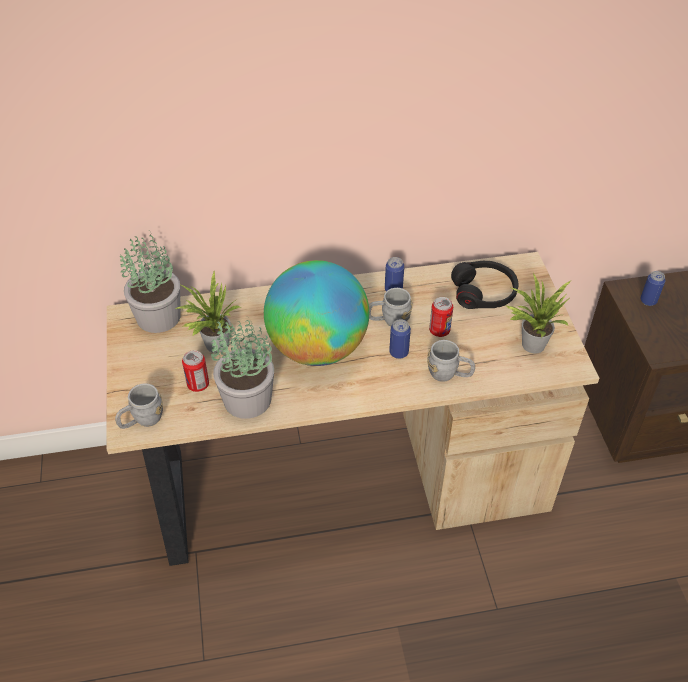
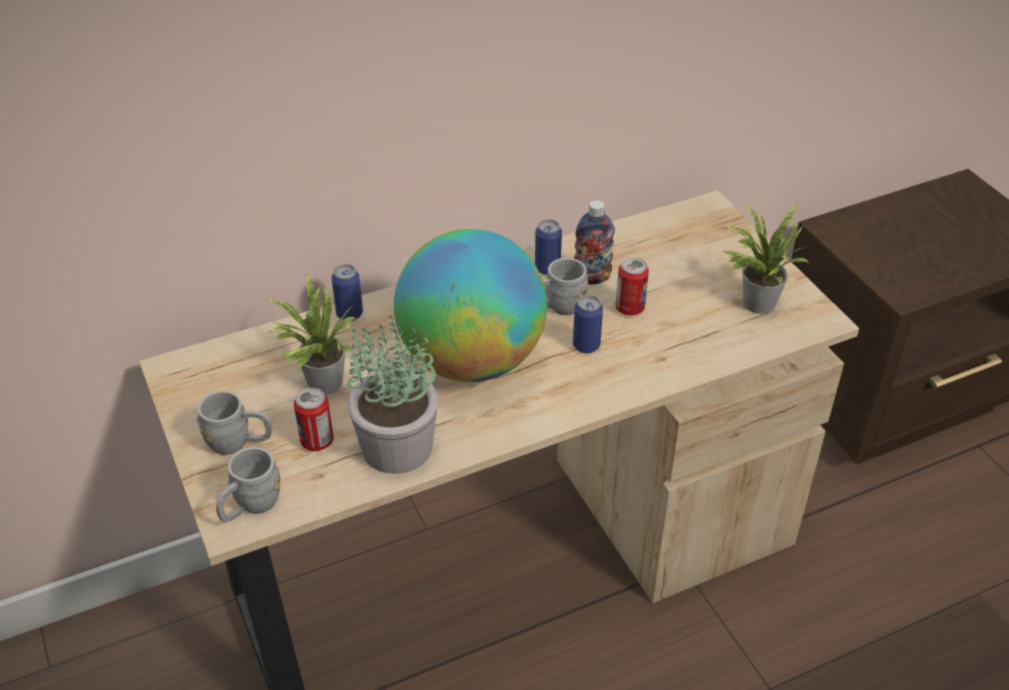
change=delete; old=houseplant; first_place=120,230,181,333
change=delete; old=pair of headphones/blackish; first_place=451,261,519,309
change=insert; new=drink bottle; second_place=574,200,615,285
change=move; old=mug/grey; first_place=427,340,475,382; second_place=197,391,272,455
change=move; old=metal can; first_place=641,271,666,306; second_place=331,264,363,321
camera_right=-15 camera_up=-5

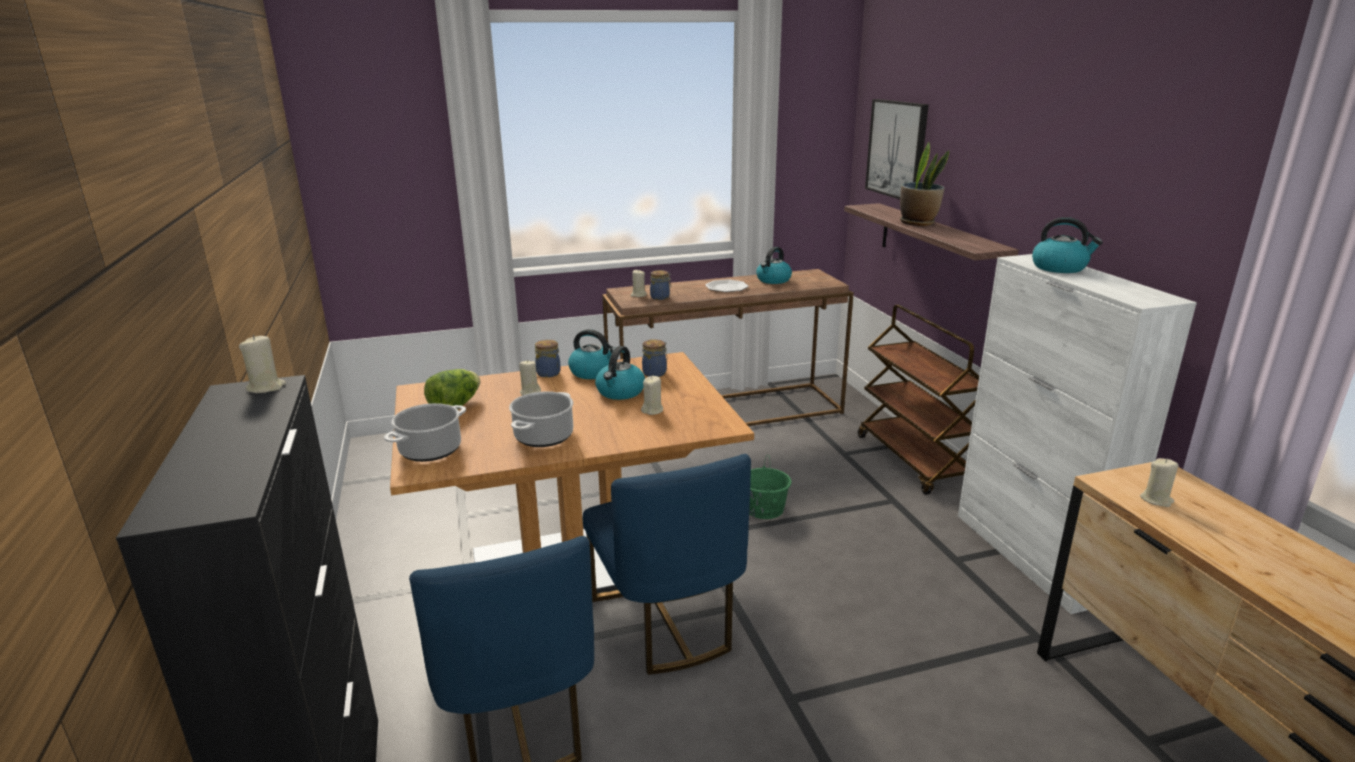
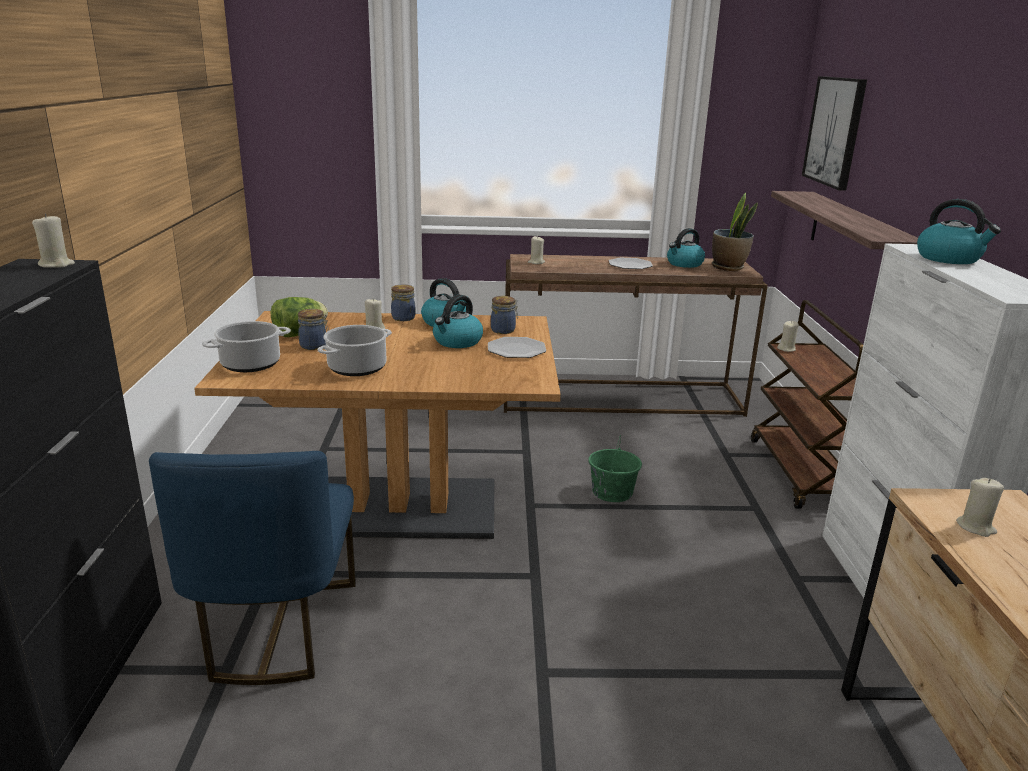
change=delete; old=upright chair/bluish; first_place=583,454,751,675
change=insert; new=flat dish; second_place=488,337,546,358
change=move; old=wax candle/beige; first_place=641,376,663,415; second_place=777,321,799,352
change=move; old=jar; first_place=650,270,672,300; second_place=298,309,329,350
change=move; old=houseplant; first_place=900,142,949,226; second_place=712,193,758,271
camera_right=15 camera_up=0

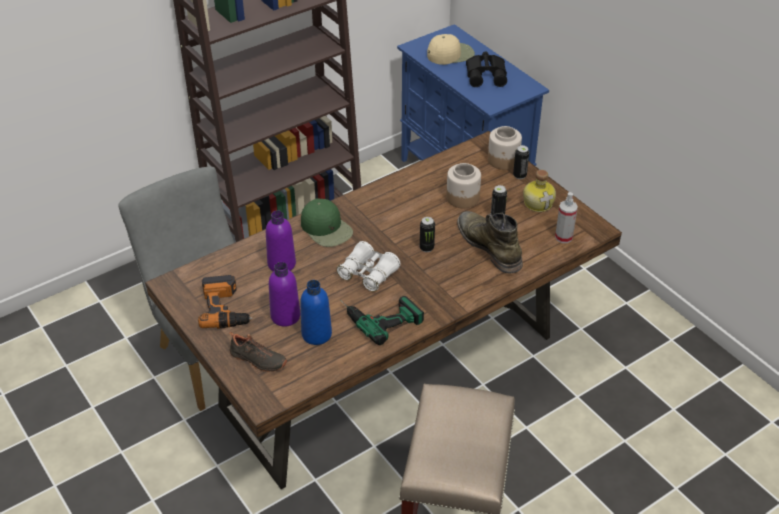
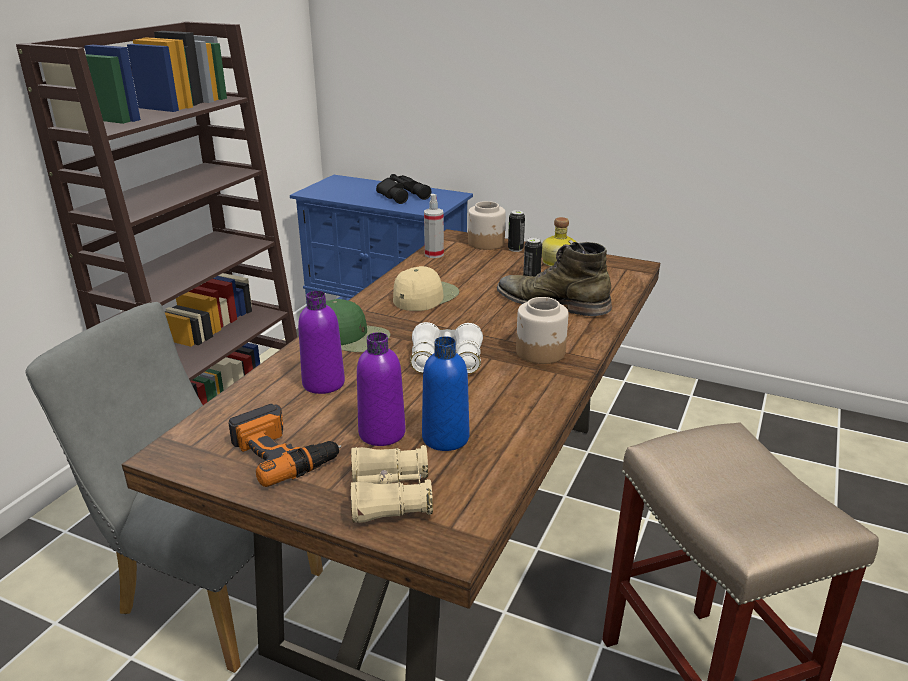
change=delete; old=power drill; first_place=340,296,424,345
change=delete; old=metal can; first_place=420,217,435,252
change=move; old=baseball cap/beige; first_place=427,34,475,65; second_place=393,266,459,311
change=move; old=jar; first_place=446,163,481,208; second_place=516,297,568,364
change=move; old=hand sprayer; first_place=555,192,578,243; second_place=424,194,444,258
change=replace; old=low shoe/blackish; new=field glasses/beige; first_place=229,332,287,372; second_place=351,445,433,523
camera_right=-30 camera_up=-15

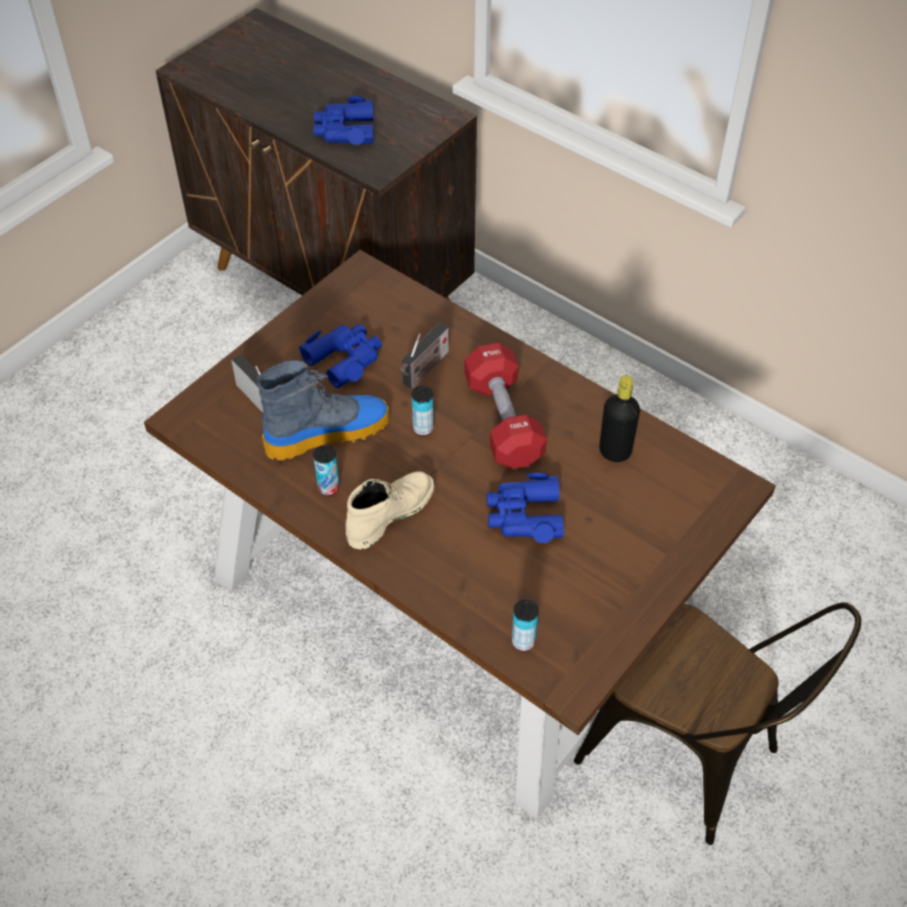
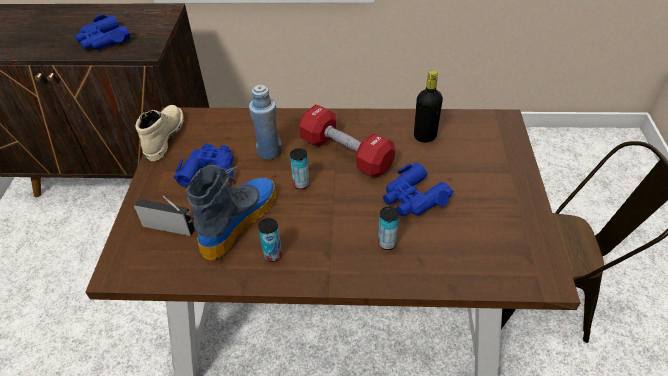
change=move; old=high-top boot/beige; first_place=345,471,435,549; second_place=135,105,184,161
change=move; old=metal can; first_place=512,599,539,651; second_place=378,207,399,250
change=replace; old=radio receiver; new=drink bottle/bluish; first_place=401,322,449,389; second_place=249,84,282,159
camera_right=-35 camera_up=-5

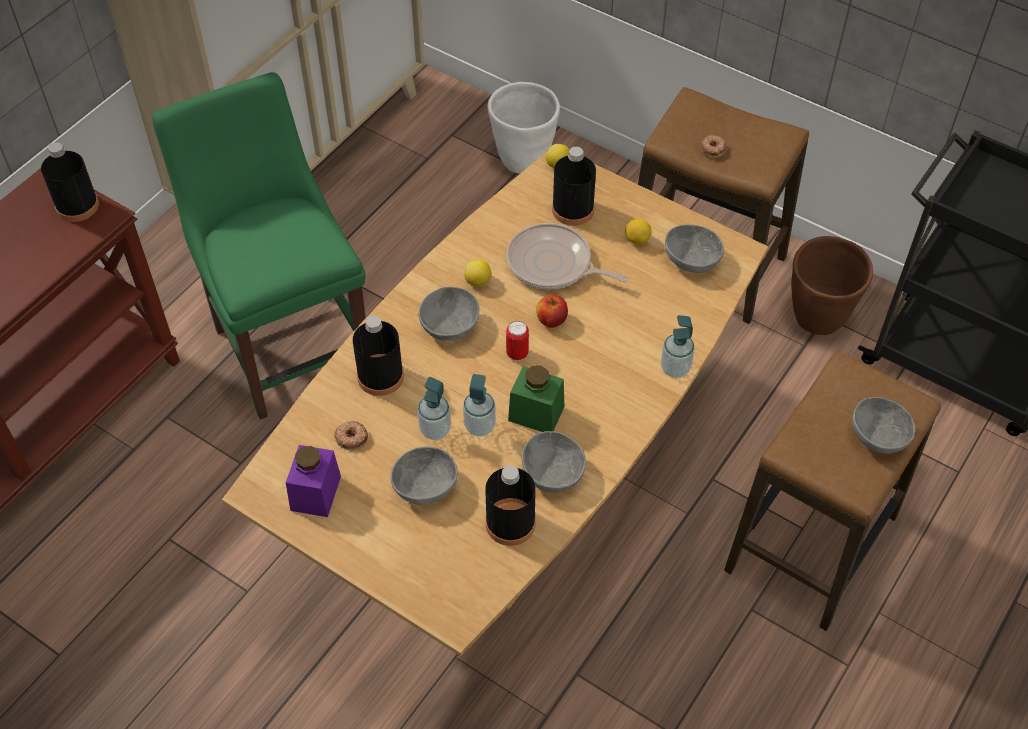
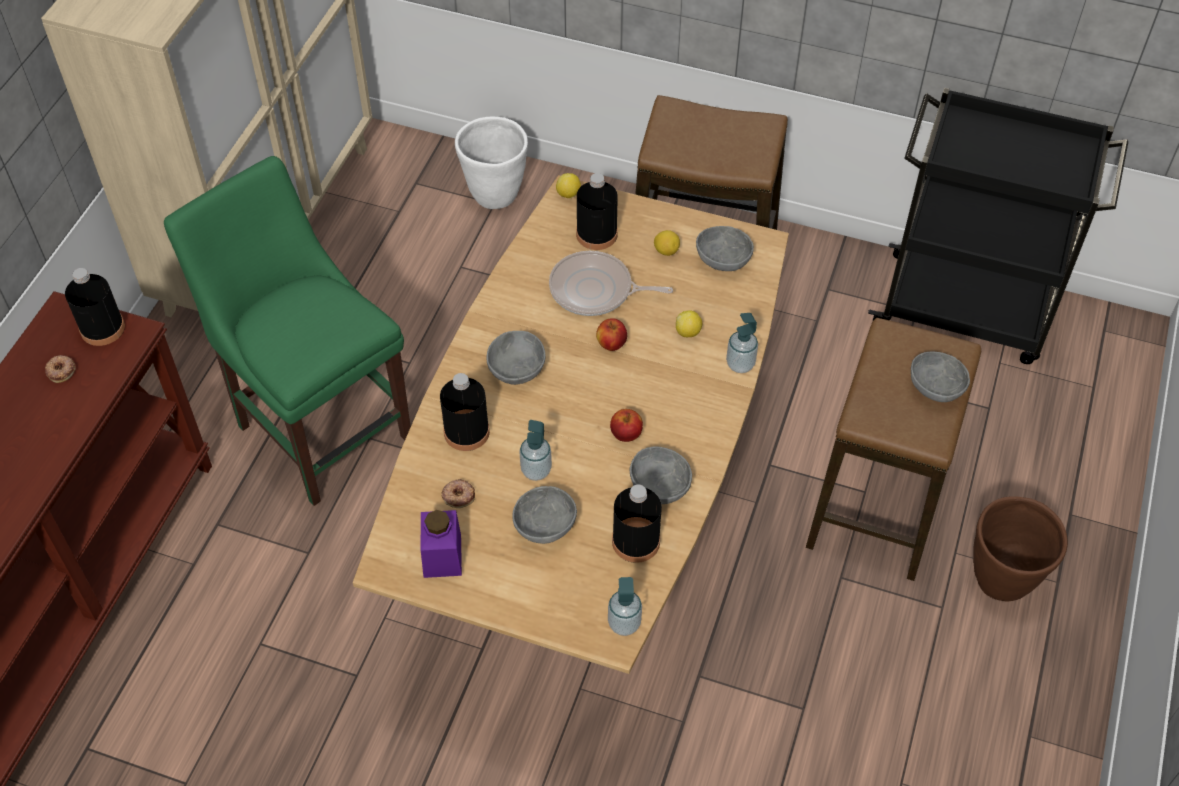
change=delete; old=metal can; first_place=506,321,529,361
change=move; old=soap dispenser; first_place=463,374,496,436; second_place=608,577,642,636
change=move; old=whole lemon; first_place=464,259,492,286; second_place=676,310,702,337
change=move; old=ring doughnut; first_place=701,135,727,158; second_place=45,355,76,383
change=move; old=flower pot/brown; first_place=791,236,873,335; second_place=973,496,1068,602
change=replace; old=jar/greenish; new=apple fruit; first_place=508,366,564,432; second_place=610,409,643,442
camera_right=-15 camera_up=0

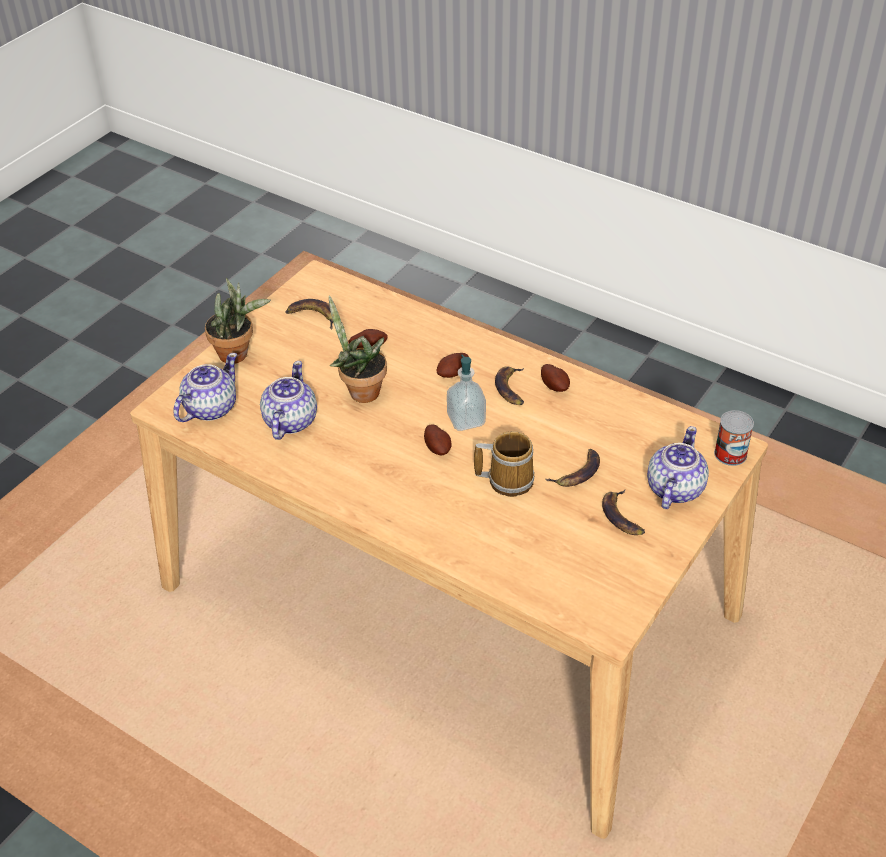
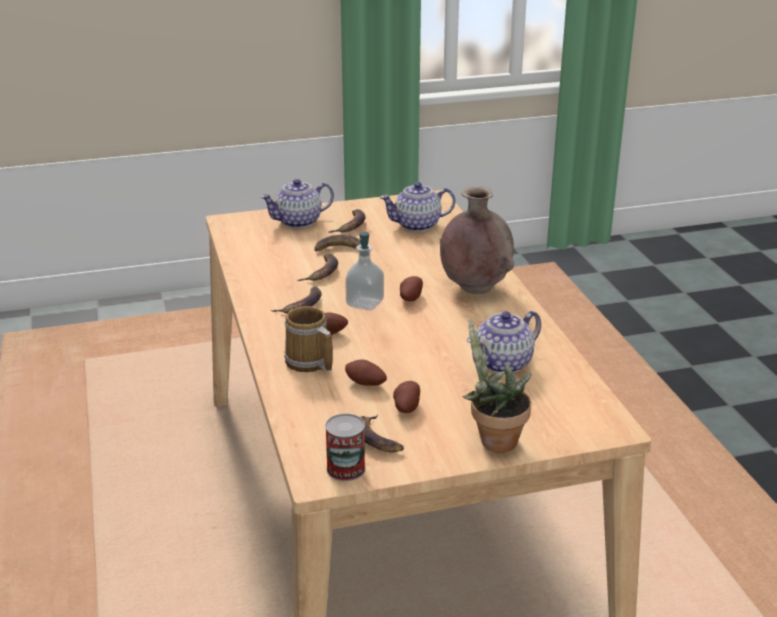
change=delete; old=houseplant; first_place=329,296,387,403
change=insert; new=whole banana; second_place=298,254,338,281
change=insert; new=decorative vase/brown; second_place=440,186,514,294
change=move; old=teapot; first_place=174,353,237,422; second_place=379,182,455,232
change=move; old=mug; first_place=474,431,535,497; second_place=284,306,333,372
change=move; old=whole potato; first_place=541,364,570,392; second_place=393,381,420,413
change=move; old=metal can; first_place=714,410,754,466; second_place=325,413,366,481
camera_right=-140 camera_up=-15

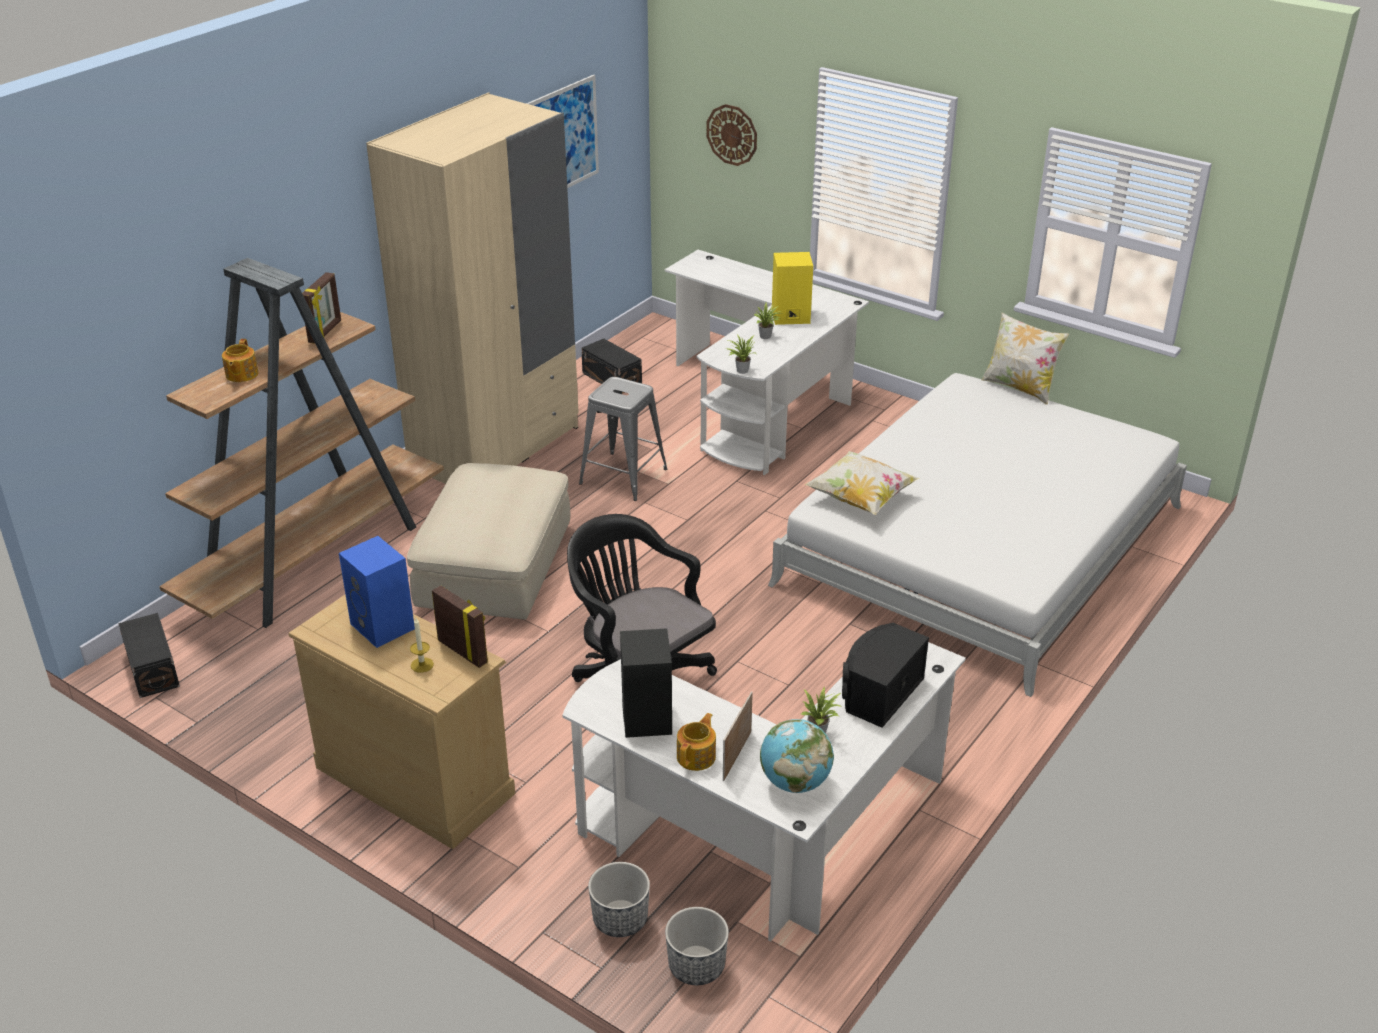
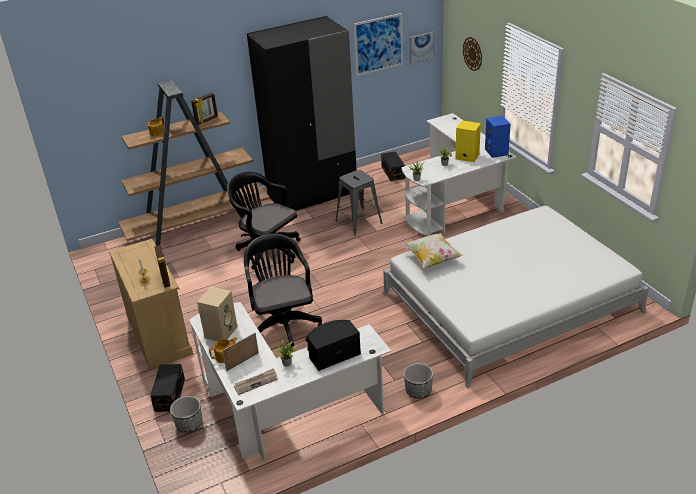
change=delete; old=throw pillow; first_place=982,313,1069,405
change=insert; new=wall art; second_place=409,32,434,64
change=move; old=storage box/blackish; first_place=118,613,180,698; second_place=150,364,185,412
change=move; old=speaker/bluish; first_place=339,536,415,648; second_place=485,115,511,158
change=move; old=flower pot; first_place=665,907,729,985; second_place=404,363,433,398
change=replace; old=footrest/beige; new=desk chair/blackish; first_place=407,463,570,620; second_place=227,172,300,270
change=replace; old=world globe; new=daily paper; first_place=760,719,834,793; second_place=234,368,278,395
change=recolor; old=armoire/beige; new=armoire/blackish; first_place=366,92,579,484; second_place=247,16,357,211
change=recolor; old=speaker/blackish; new=speaker/beige; first_place=620,628,672,738; second_place=197,286,238,341
camera_right=30 camera_up=0

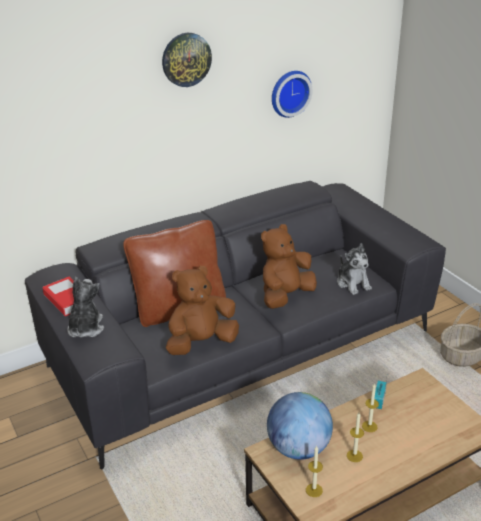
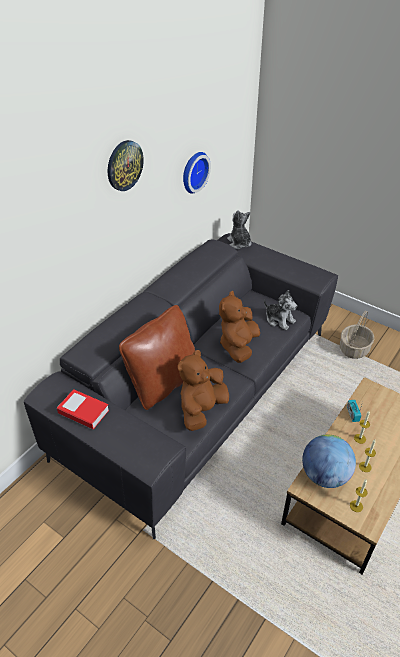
change=move; old=soft toy; first_place=67,277,104,337; second_place=227,210,252,249
camera_right=-25 camera_up=10

